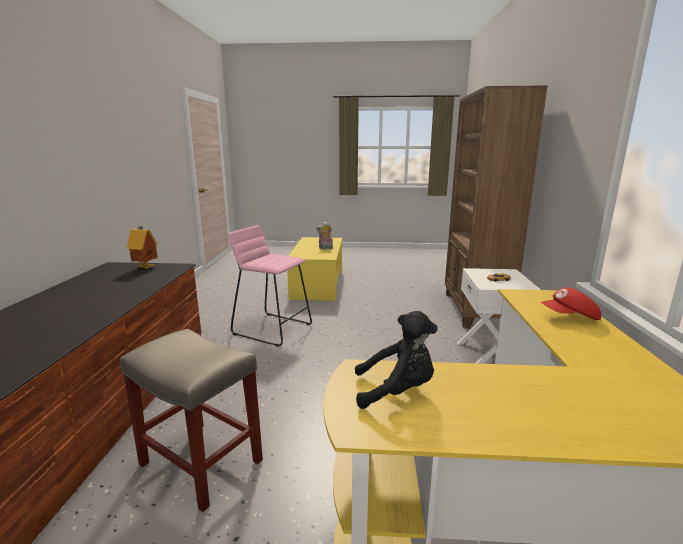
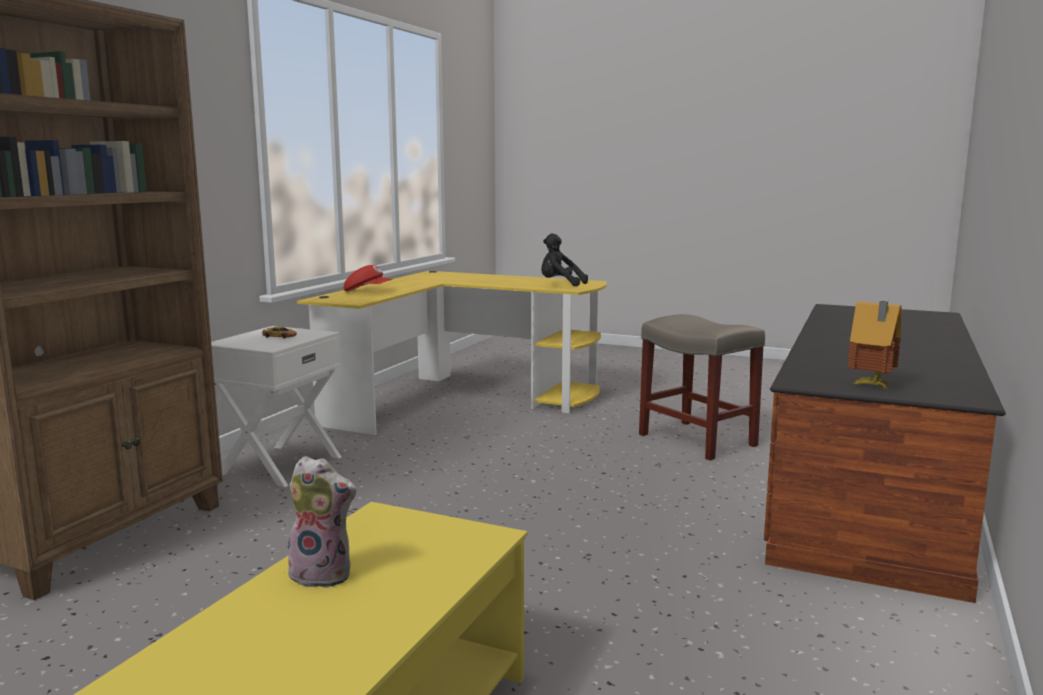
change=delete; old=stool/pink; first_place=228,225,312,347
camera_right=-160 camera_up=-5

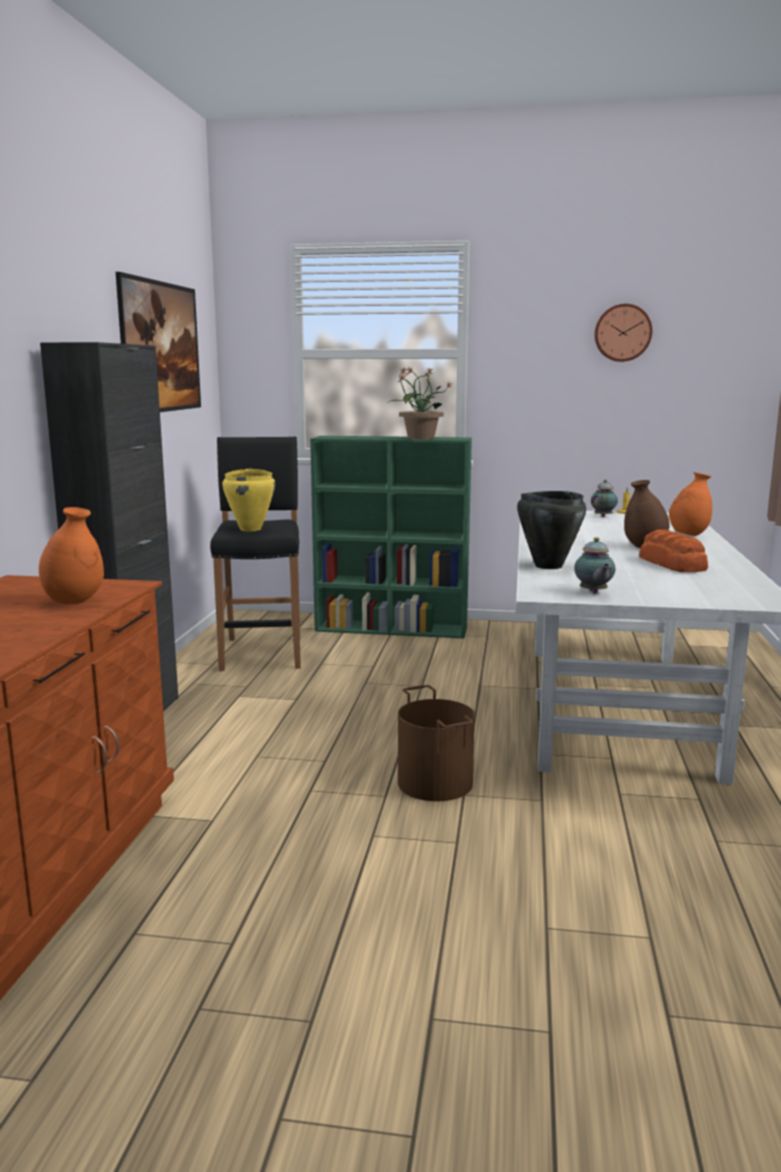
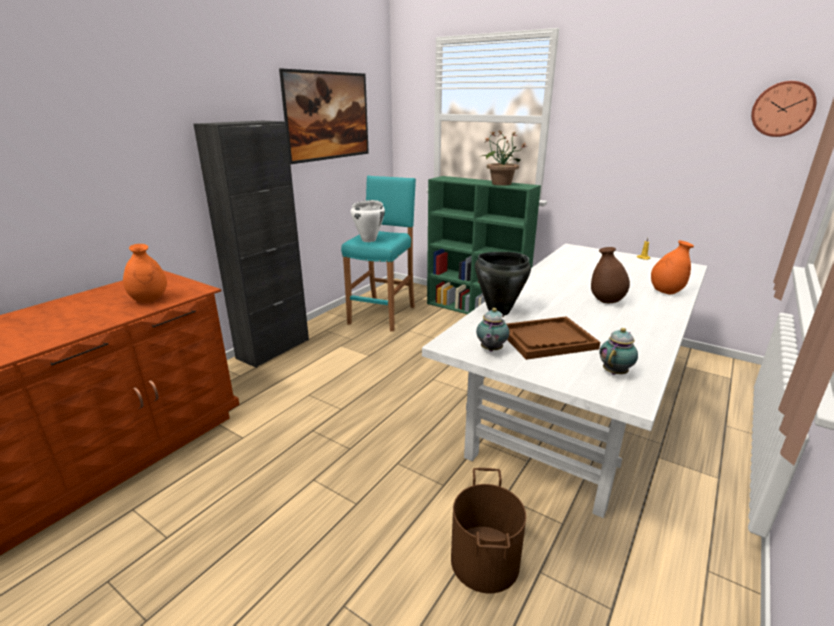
change=delete; old=bread; first_place=639,529,708,572
change=insert; new=serving tray/brown; second_place=507,316,600,360
change=move; old=pail/brown; first_place=398,685,475,801; second_place=451,468,526,594
change=move; old=teapot; first_place=591,480,618,517; second_place=599,328,638,375
change=move; old=wall clock; first_place=595,304,652,362; second_place=751,81,816,137
change=recolor; old=stool/blackish; new=stool/turquoise; first_place=210,437,301,671; second_place=341,176,416,332
change=recolor; old=cooking pot/yellowish; new=cooking pot/white-coloured; first_place=222,469,275,531; second_place=351,200,385,242
camera_right=25 camera_up=10

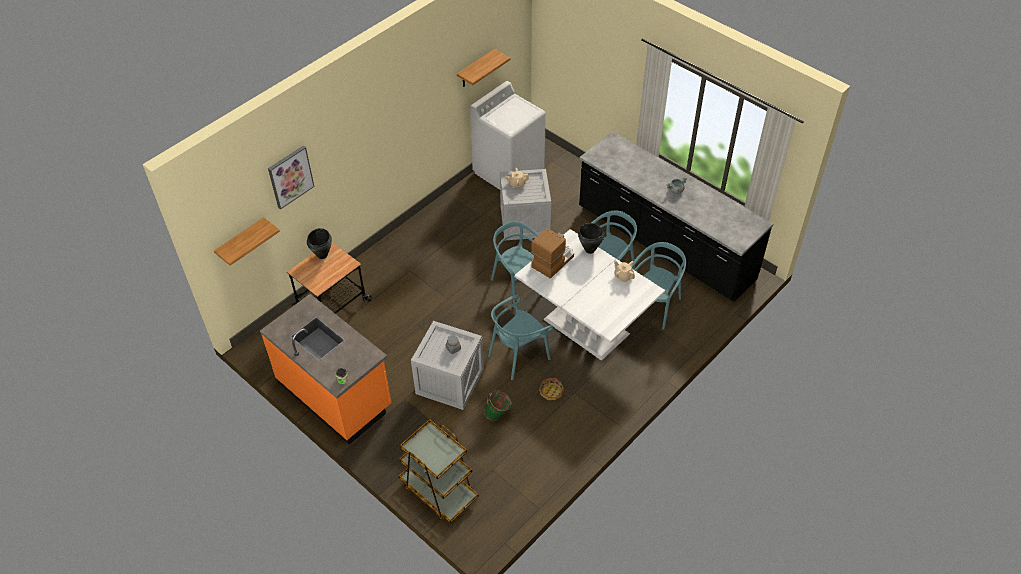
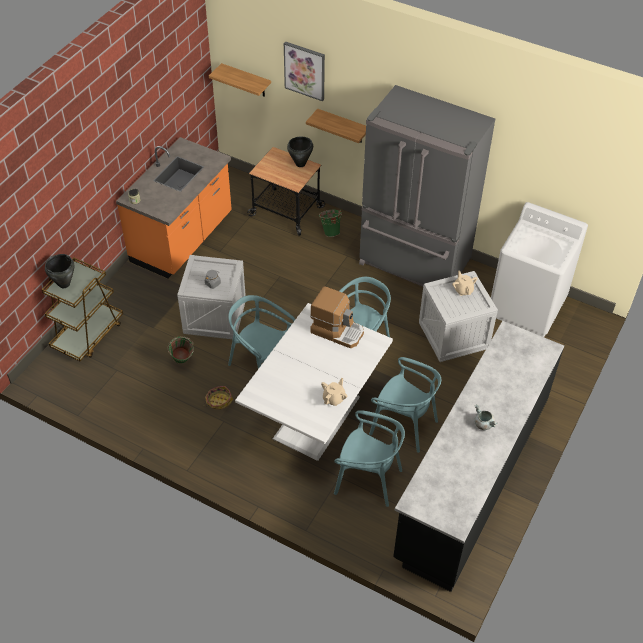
change=insert; new=pail/greenish; second_place=319,210,342,237
change=insert; new=kitchen fridge/grey; second_place=359,85,495,286
change=move; old=bracket shelf; first_place=457,49,511,87; second_place=306,109,366,143
change=move; old=cooking pot/blackish; first_place=578,223,604,254; second_place=45,254,74,288
camera_right=75 camera_up=0

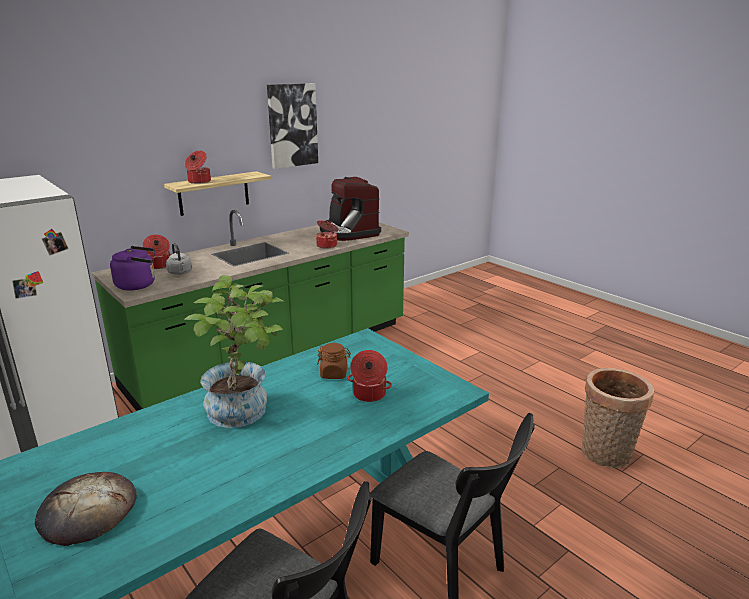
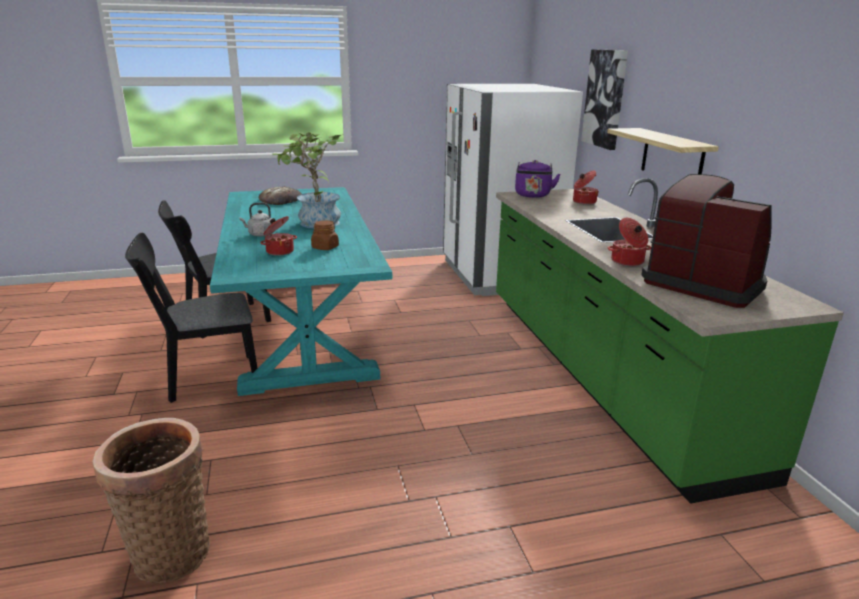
change=delete; old=cooking pot; first_place=185,151,211,184
change=move; old=kettle/grey; first_place=166,243,192,275; second_place=239,203,274,237
change=move; old=wall art; first_place=267,83,318,169; second_place=581,49,628,150
change=rotate; old=coffee brewer; first_place=320,177,381,241; second_place=641,174,772,308; degrees=45
camera_right=115 camera_up=0

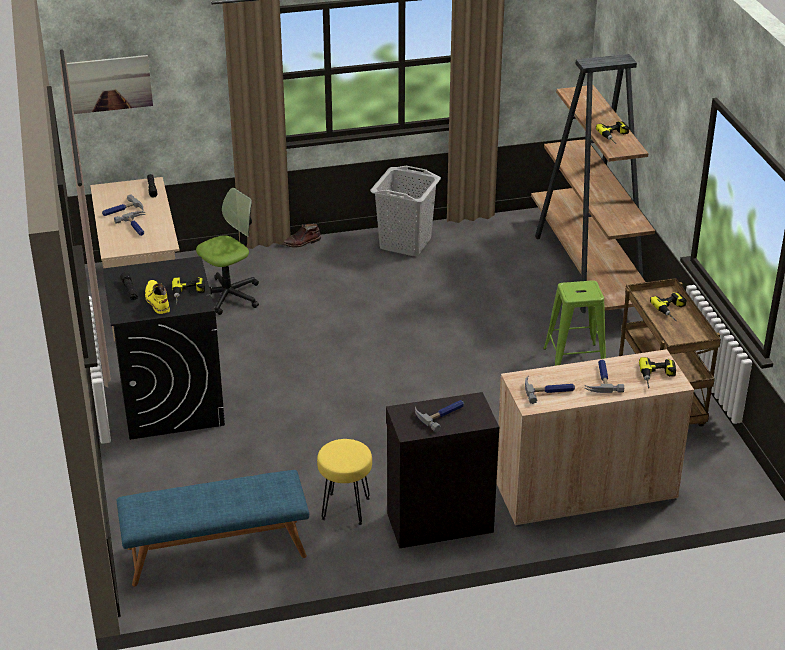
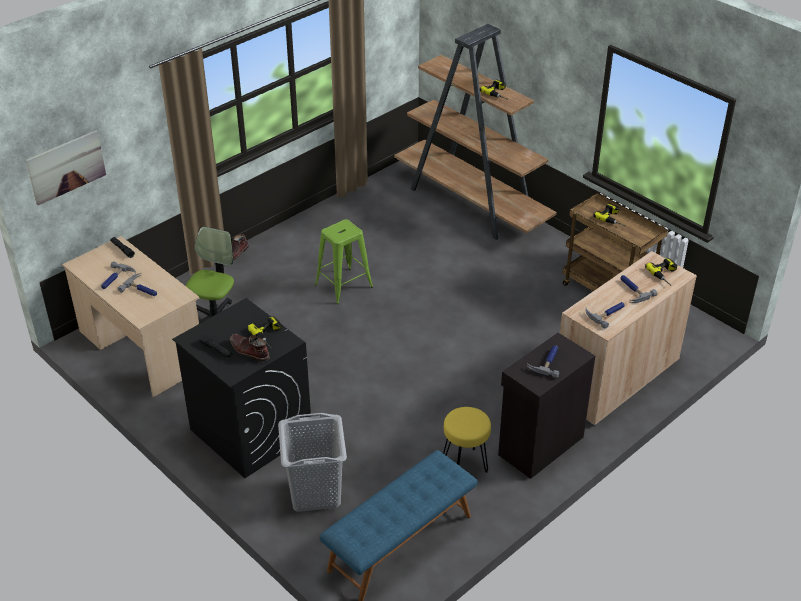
change=move; old=laundry basket/grey; first_place=370,166,441,256; second_place=278,413,347,512
change=move; old=stool/greenish; first_place=543,280,606,366; second_place=315,219,373,304
change=recolor; old=high-top boot/yellowish; new=high-top boot/brown; first_place=145,280,170,314; second_place=230,334,270,362
camera_right=-30 camera_up=5

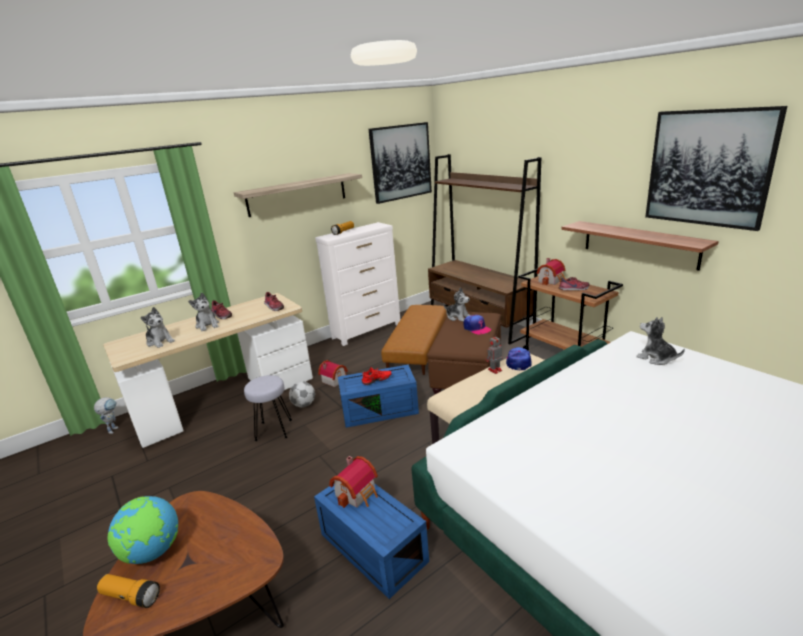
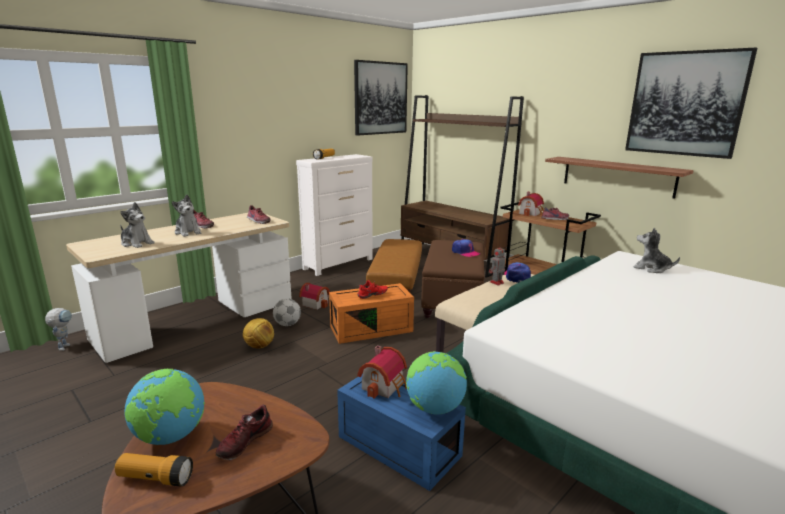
change=delete; old=bracket shelf; first_place=234,173,362,217
change=delete; old=soft toy; first_place=443,288,471,322
change=insert; new=low shoe; second_place=216,405,273,460
change=insert; new=world globe; second_place=406,351,467,414
change=replace; old=stool/grey; new=football ball; first_place=244,375,292,441; second_place=243,318,274,348
change=recolor; old=storage box/bluish; new=storage box/orange; first_place=338,365,419,428; second_place=329,283,414,344
camera_right=-10 camera_up=-5

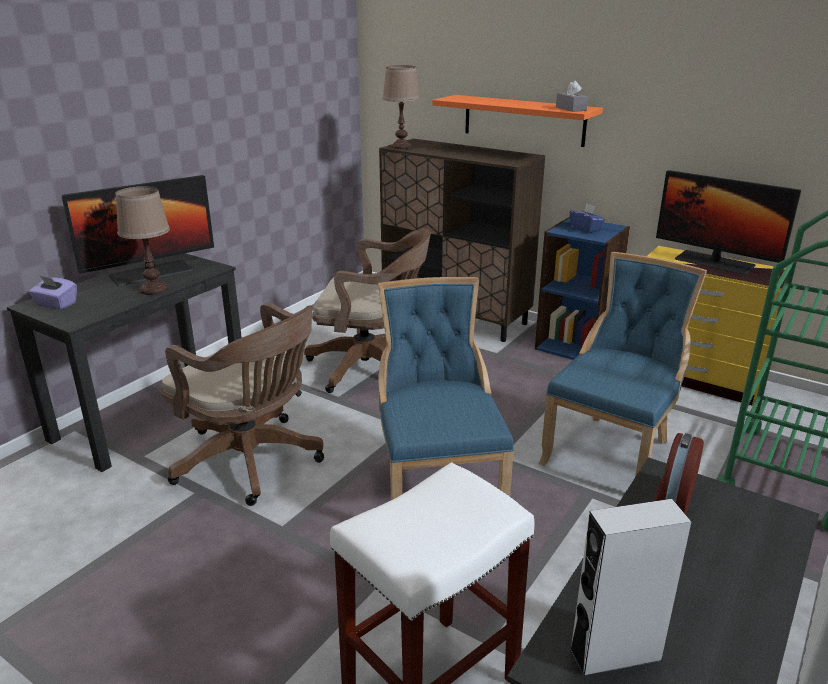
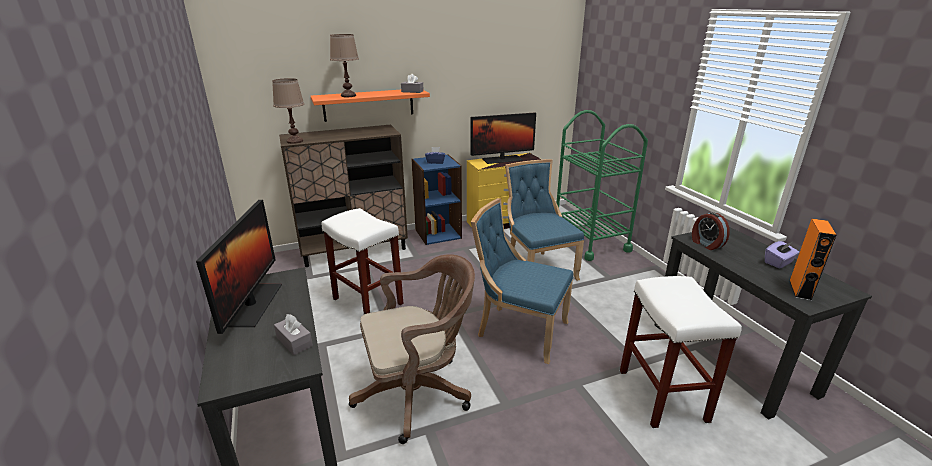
change=insert; new=box of tissues/grey; second_place=274,314,313,355
change=move; old=box of tissues/purple-coloured; first_place=29,276,77,310; second_place=765,241,799,268
change=move; old=lamp for a table/brown; first_place=115,186,170,295; second_place=330,34,359,97
change=replace; old=desk chair/brown; new=stool/white-coloured; first_place=304,229,431,393; second_place=322,208,403,314
change=recolor; old=speaker/grey; new=speaker/orange; first_place=569,499,691,677; second_place=789,219,836,301
camera_right=-55 camera_up=0

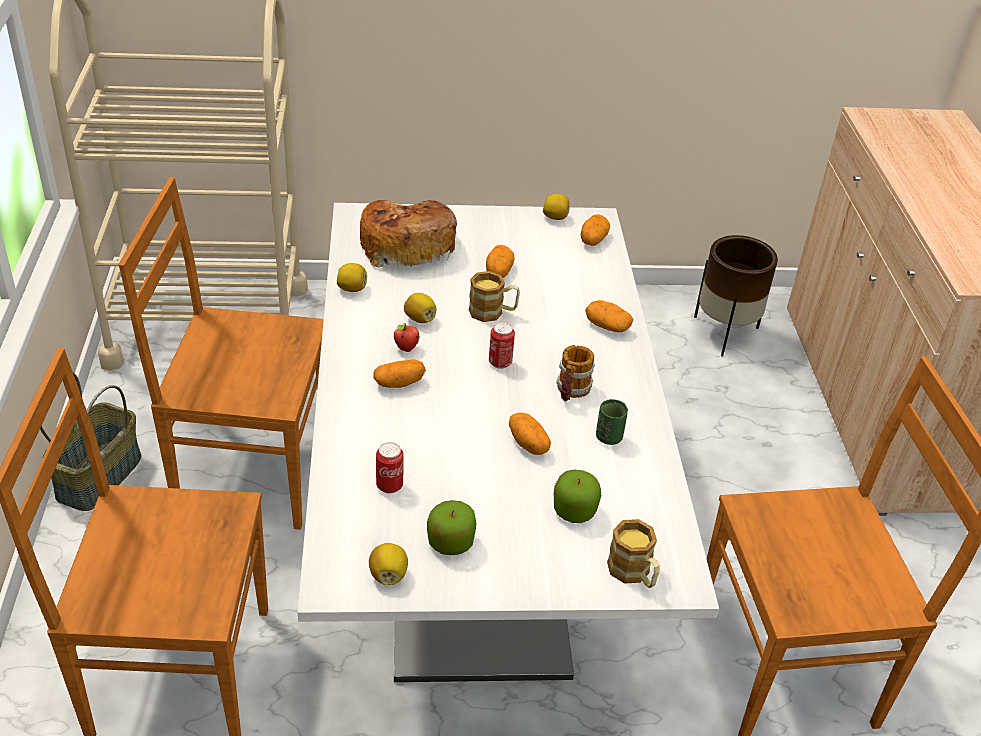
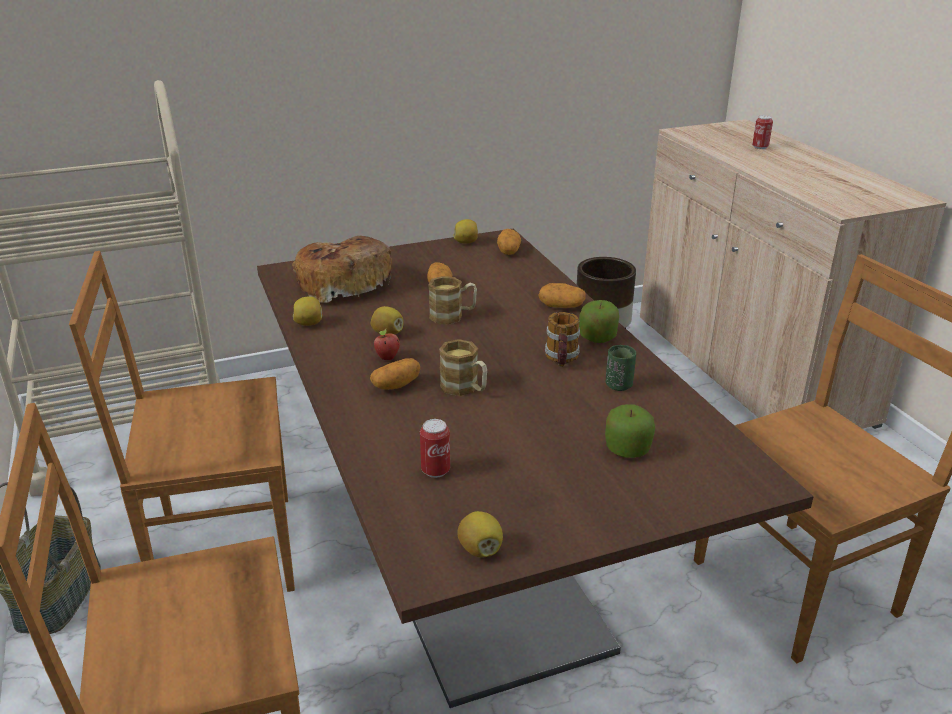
change=delete; old=whole potato; first_place=509,413,551,455
change=move; old=apple fruit; first_place=427,500,476,555; second_place=579,300,619,343
change=move; old=metal can; first_place=489,322,515,369; second_place=752,115,773,149
change=move; old=mug; first_place=607,519,660,588; second_place=439,339,487,396
change=recolor; old=dining table/white-coloured; new=dining table/brown; first_place=298,203,719,682; second_place=257,229,814,708
camera_right=-15 camera_up=-10

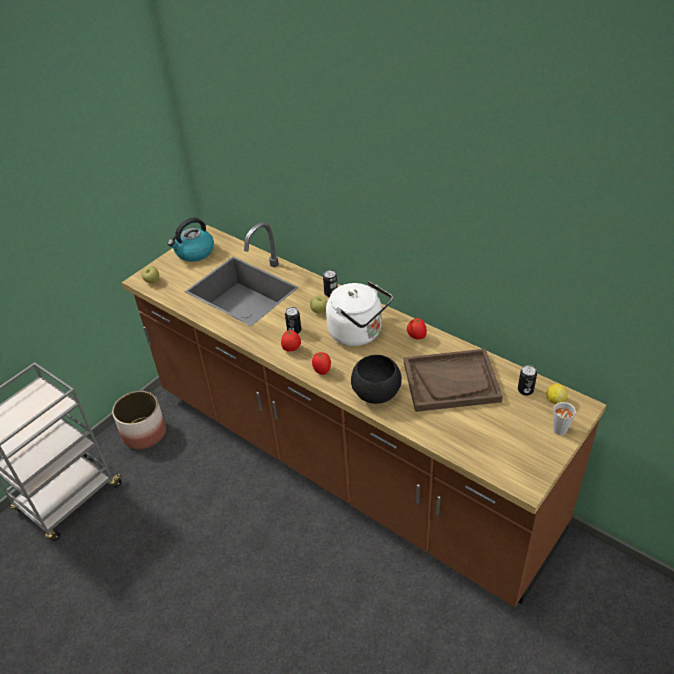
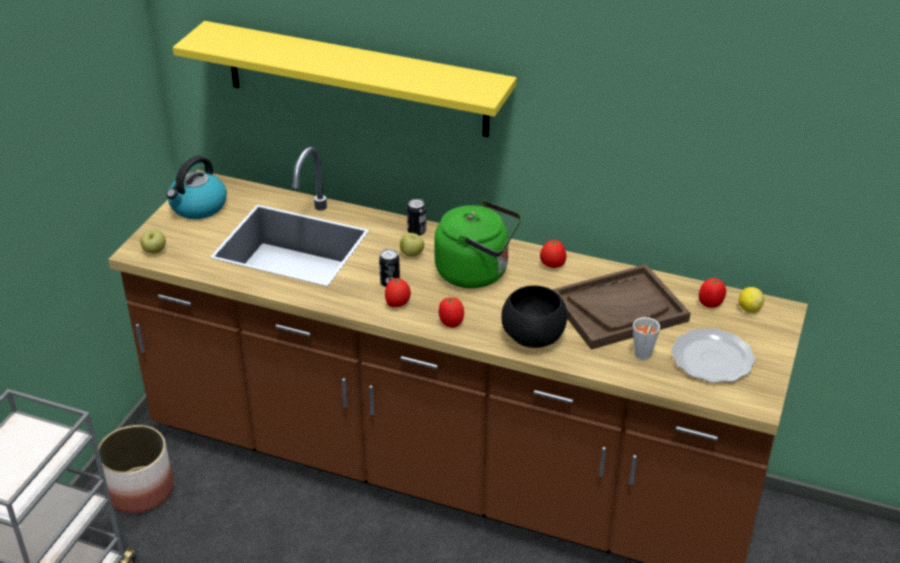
change=insert; new=bracket shelf/yellowish; second_place=173,21,517,137
change=insert; new=flat dish; second_place=671,328,755,383
change=move; old=cup/grey; first_place=553,402,576,435; second_place=633,317,660,360
change=replace; old=metal can; new=fresh tomato; first_place=518,365,537,396; second_place=699,278,726,308
change=recolor; old=kettle/white-coloured; new=kettle/greenish; first_place=326,281,393,346; second_place=434,200,521,288
camera_right=-20 camera_up=-5

